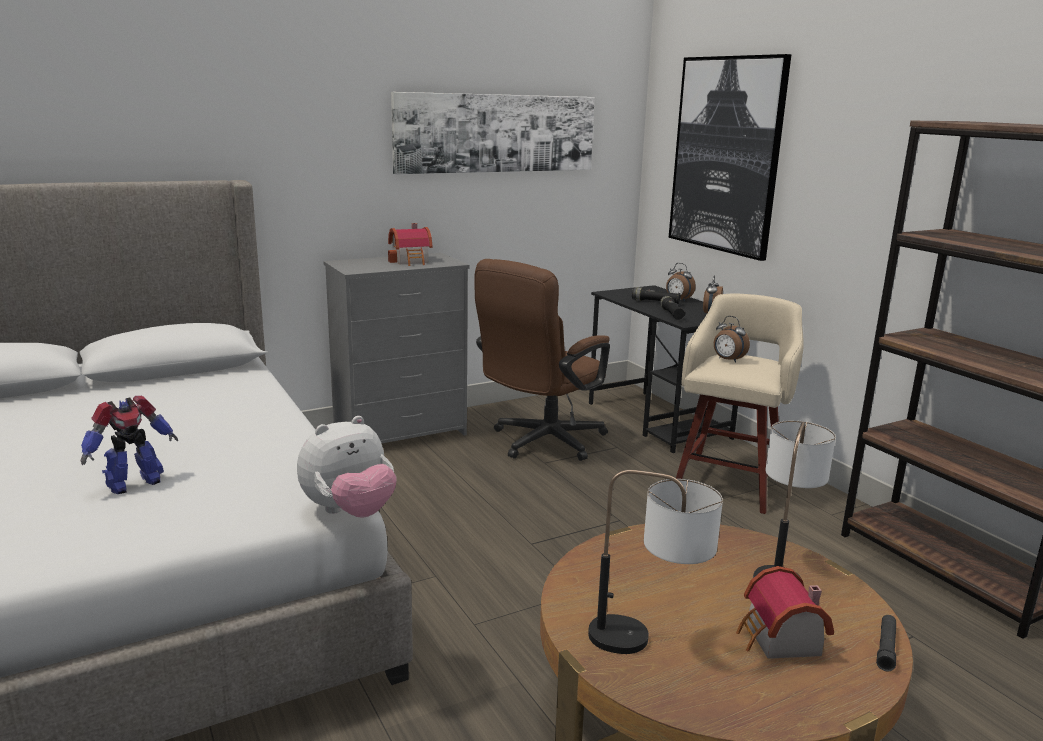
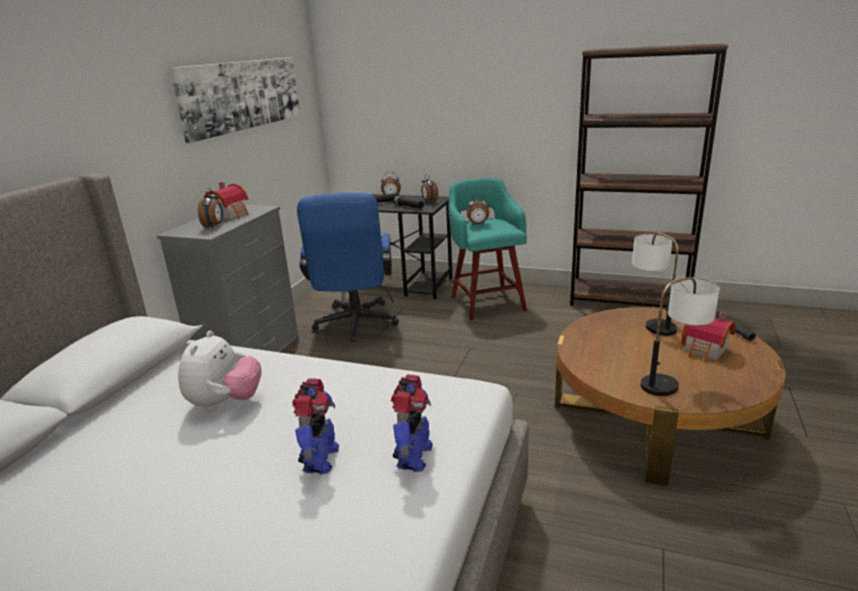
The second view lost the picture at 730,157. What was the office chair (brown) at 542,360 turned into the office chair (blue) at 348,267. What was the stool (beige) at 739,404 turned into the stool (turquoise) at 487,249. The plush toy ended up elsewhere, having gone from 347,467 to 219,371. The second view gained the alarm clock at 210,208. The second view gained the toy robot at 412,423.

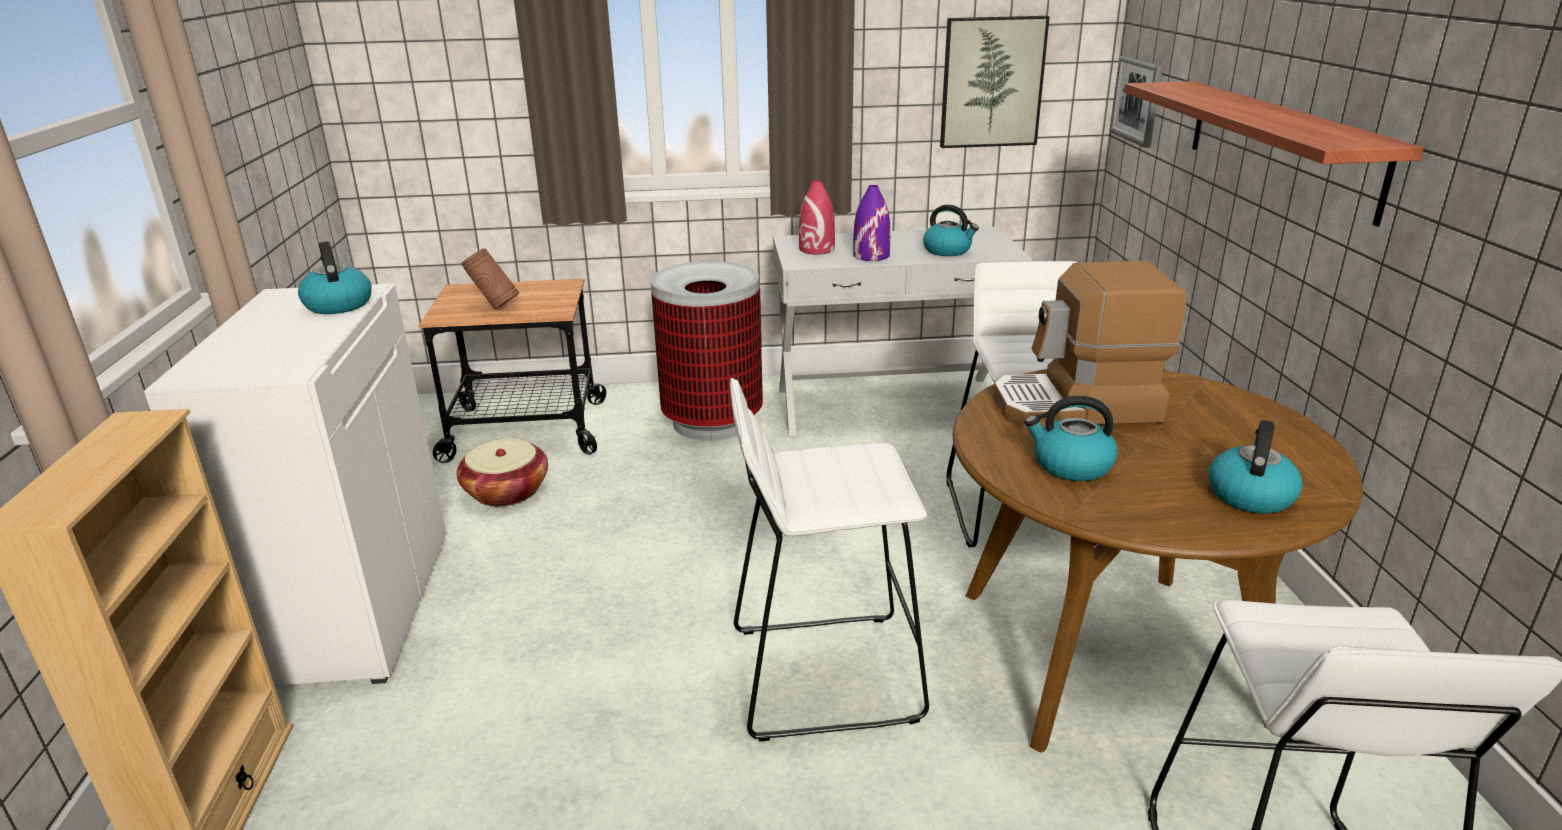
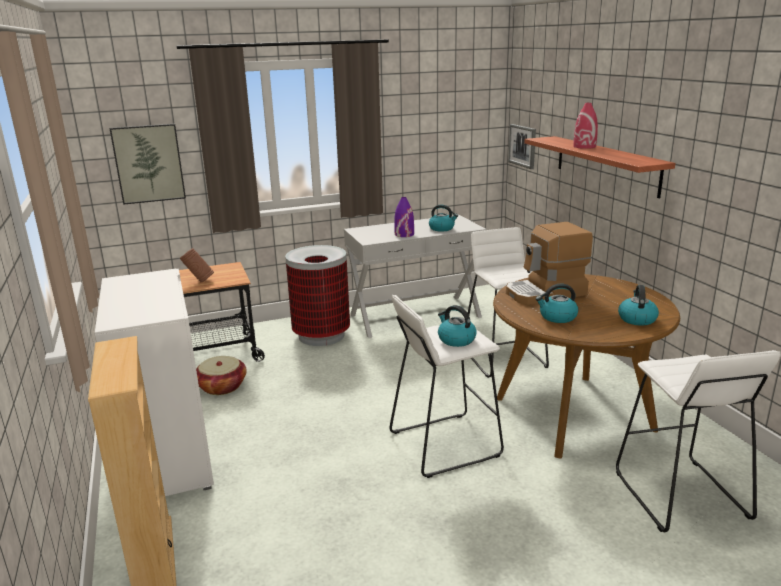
The picture ended up elsewhere, having gone from 995,82 to 147,164. The vase (red) ended up elsewhere, having gone from 817,217 to 585,126. The kettle ended up elsewhere, having gone from 335,277 to 457,326.

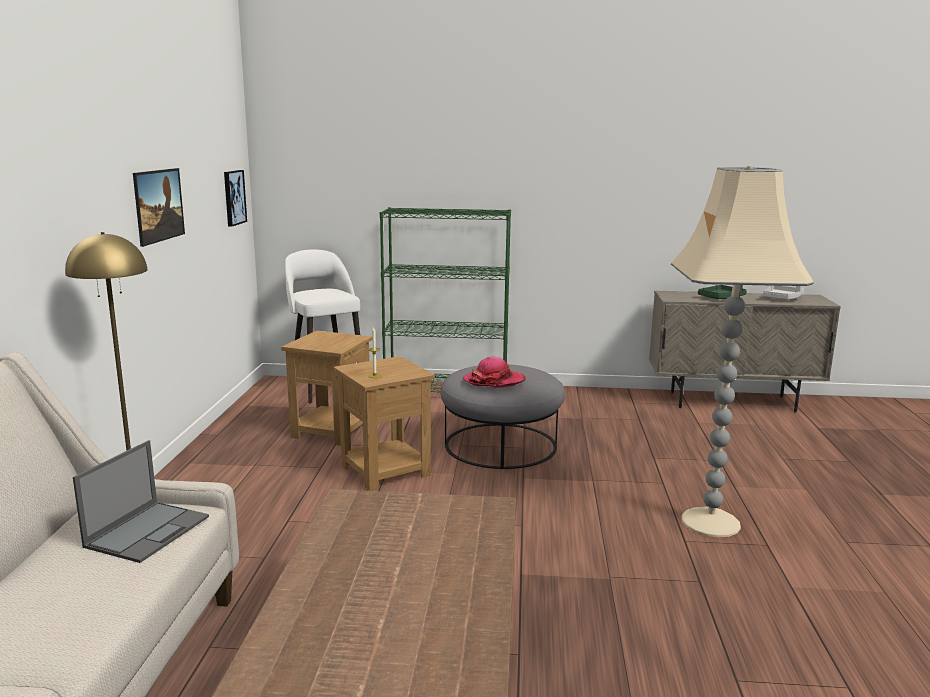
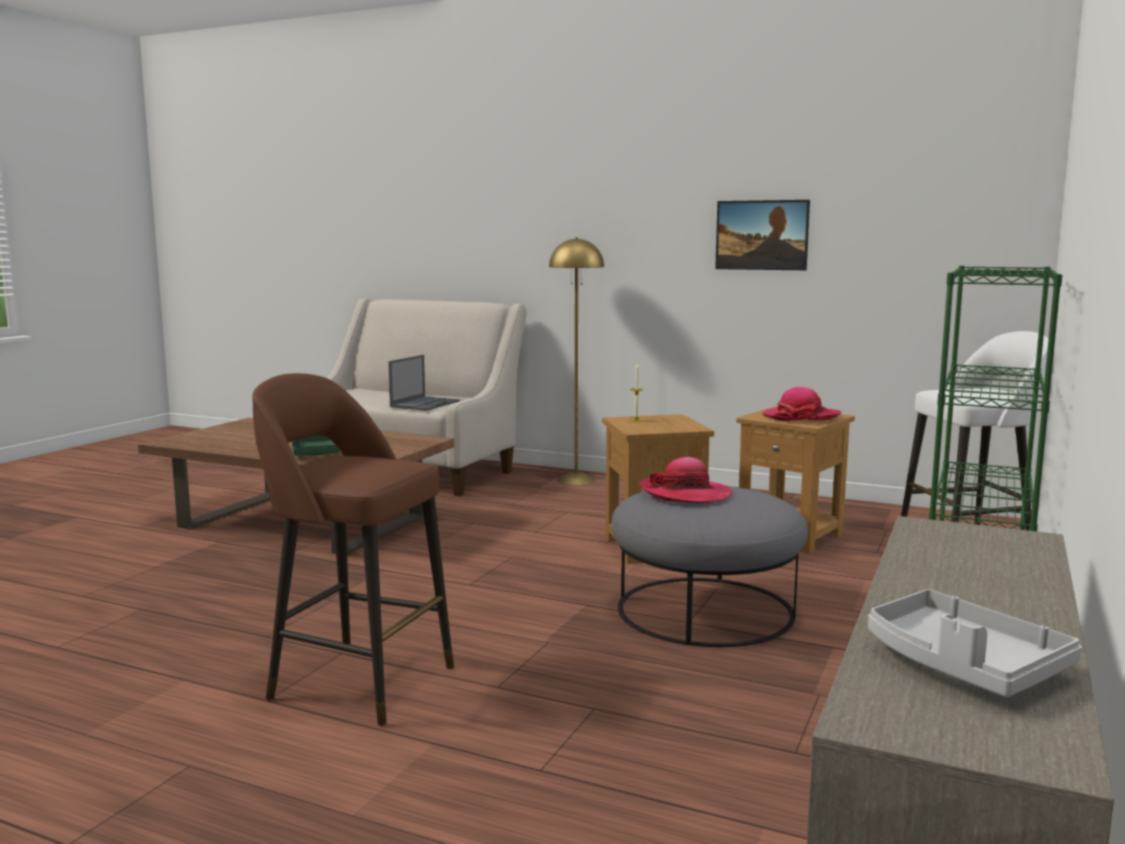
Where the floor lamp (beige) stood at 742,351, the stool (brown) came to stand at 353,549. The second view lost the picture at 235,198. The tray (green) ended up elsewhere, having gone from 722,292 to 316,445. The laptop at 141,501 ended up facing another way, 105 degrees counterclockwise from before. The second view gained the hat at 802,404.

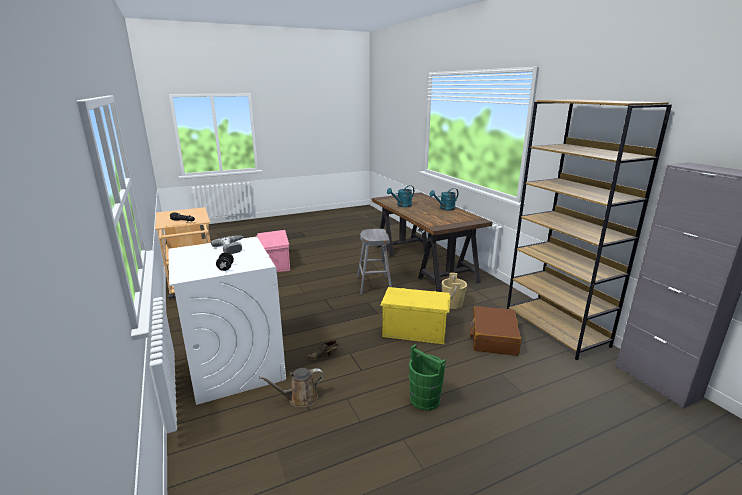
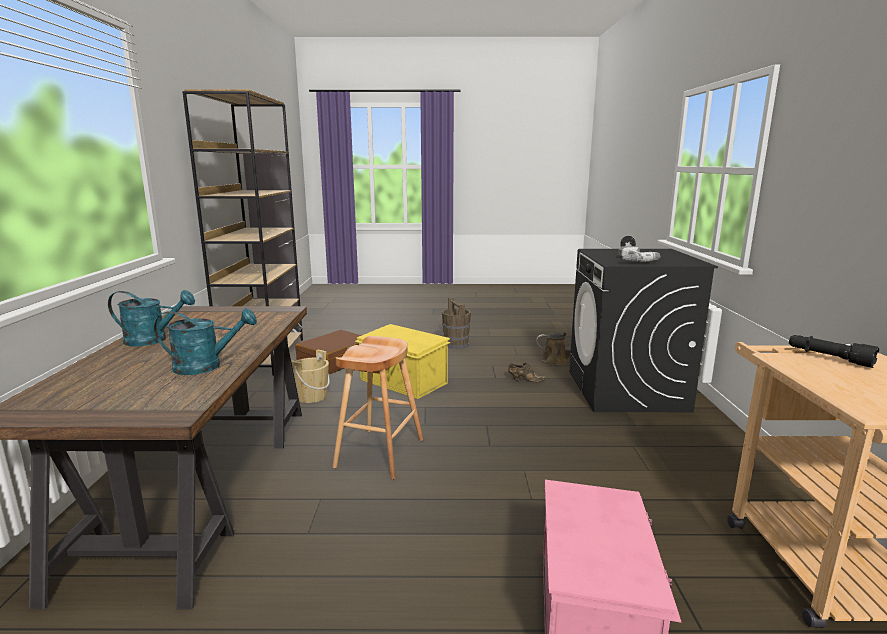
What was the stool (grey) at 374,262 turned into the stool (brown) at 378,408. What was the washing machine (white) at 227,321 turned into the washing machine (black) at 643,330. What was the bucket (green) at 427,377 turned into the bucket (brown) at 456,323.

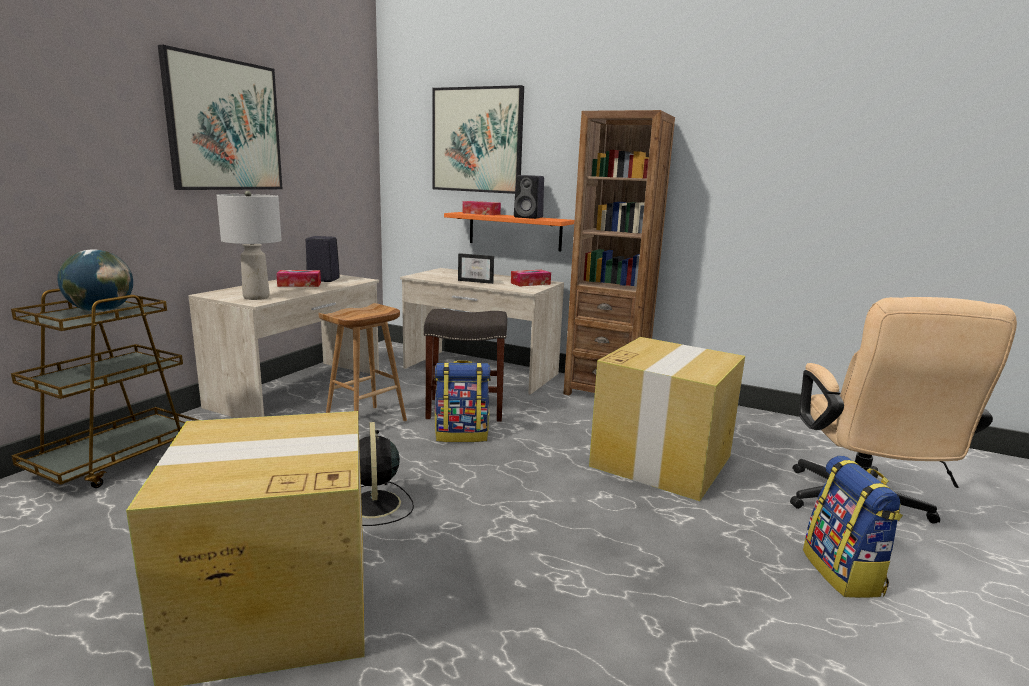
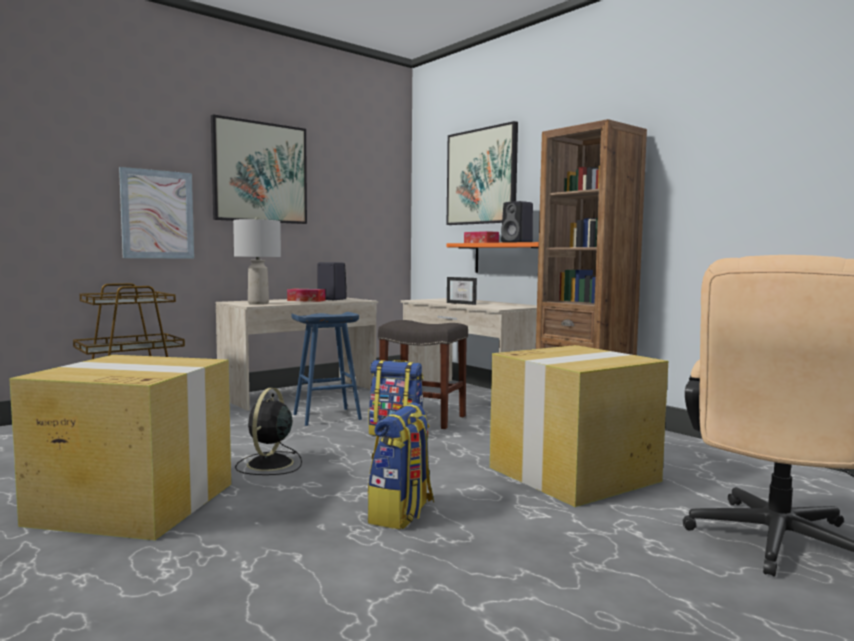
The second view lost the globe at 95,280. The second view lost the tissue box at 531,278. What was the stool (brown) at 363,363 turned into the stool (blue) at 326,369. The backpack ended up elsewhere, having gone from 853,527 to 400,466. The second view gained the picture at 156,213.

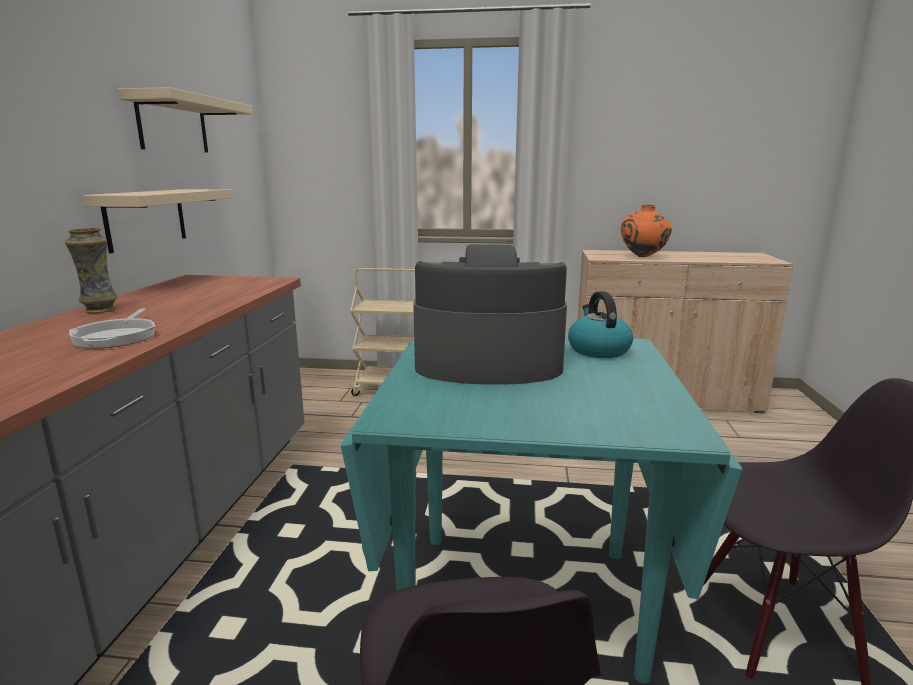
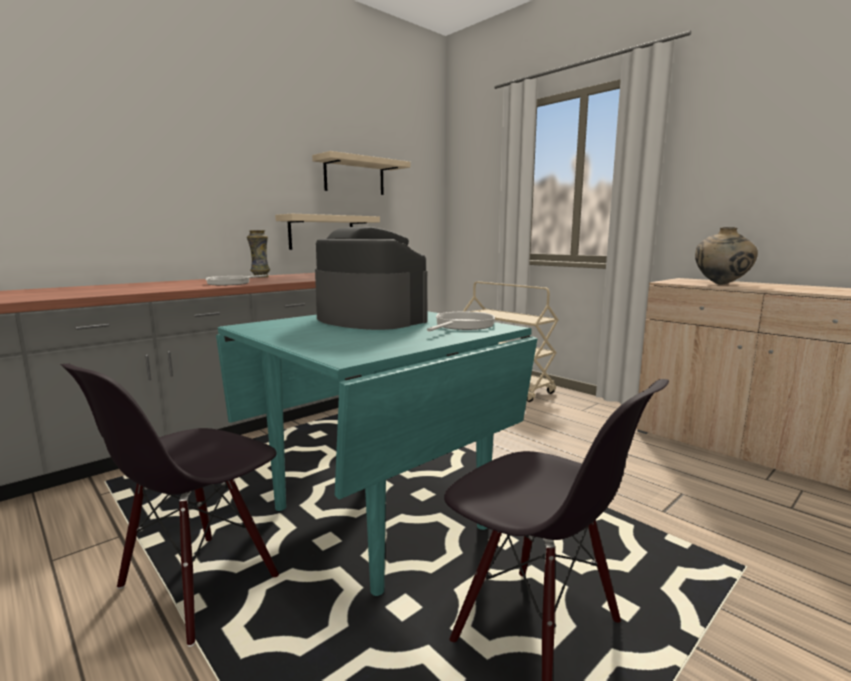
What was the vase (orange) at 646,230 turned into the vase (beige) at 726,256. Where the kettle stood at 600,324, the frying pan came to stand at 461,321.

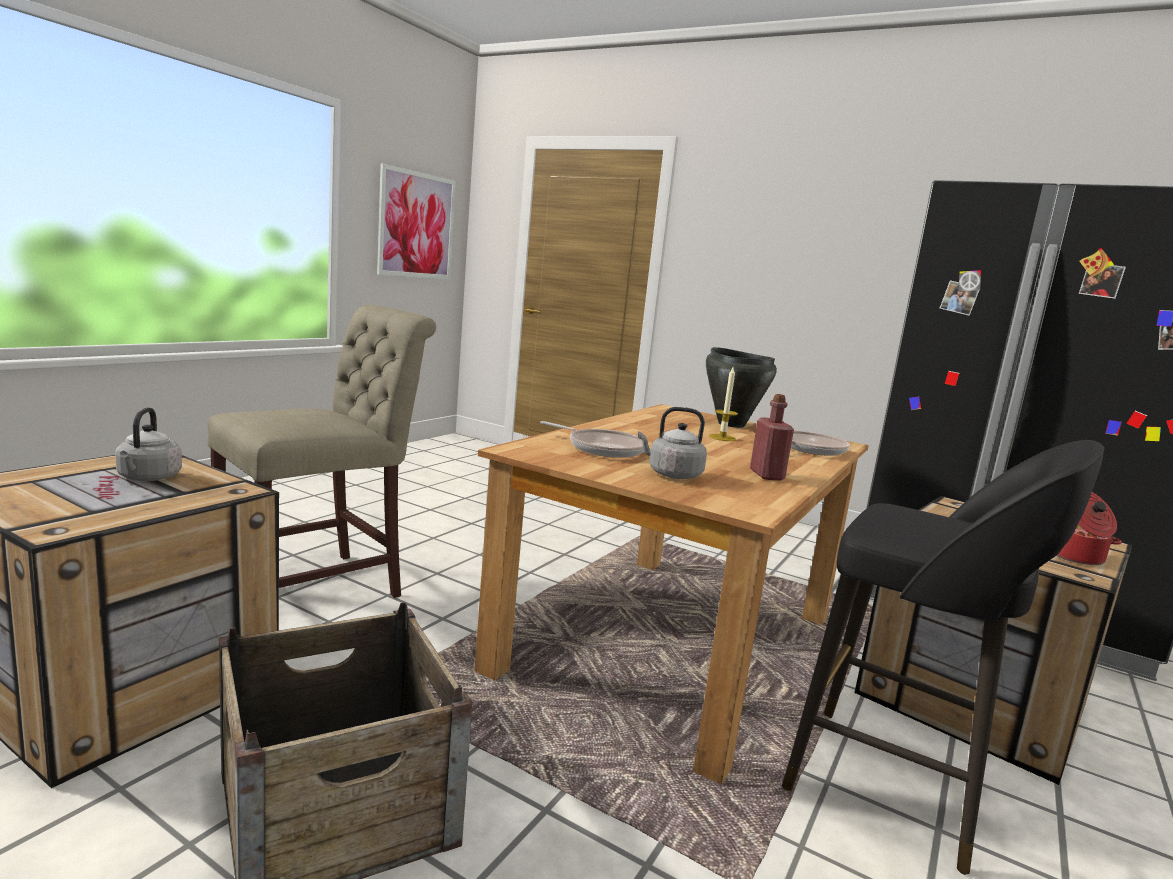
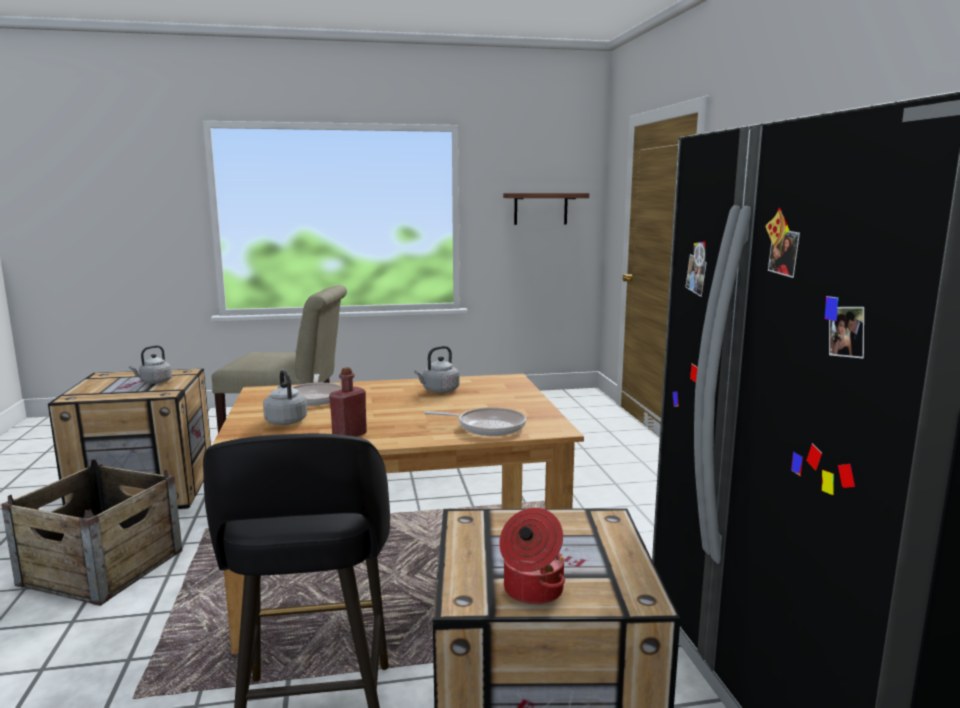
Where the picture hung at 416,221, the shelf came to hang at 546,209. The second view lost the cooking pot (black) at 741,387. The second view lost the candle at 723,404. The second view gained the kettle (grey) at 437,369.

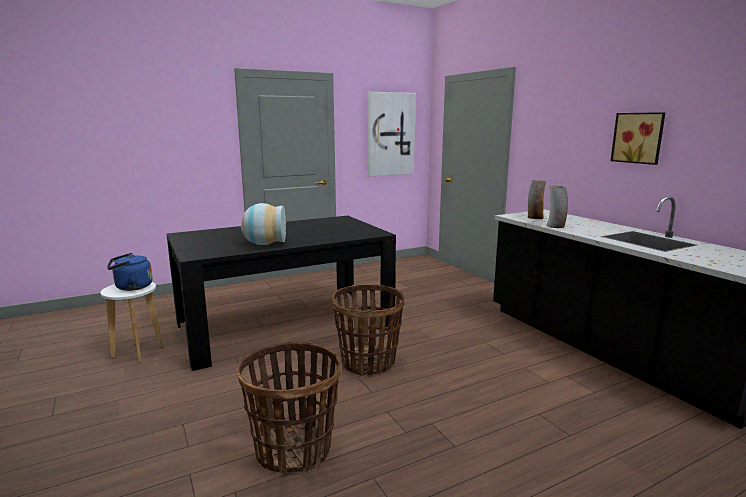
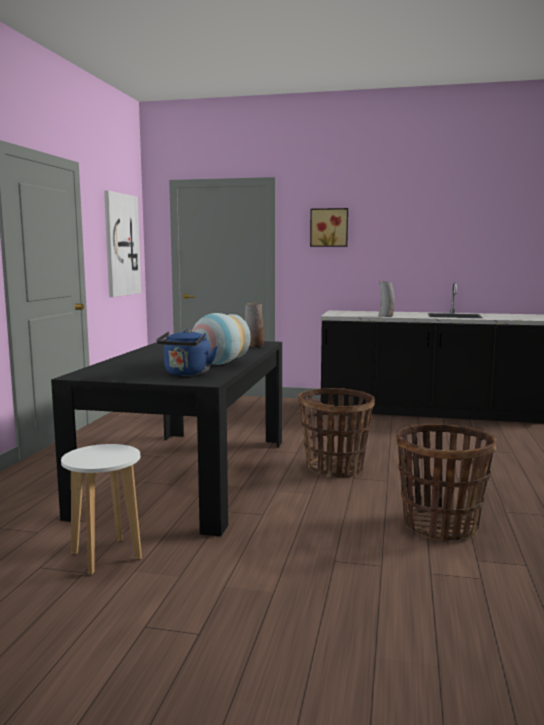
The picture ended up elsewhere, having gone from 638,138 to 329,227. The vase ended up elsewhere, having gone from 537,199 to 254,325. The kettle (blue) ended up elsewhere, having gone from 130,272 to 187,352.

